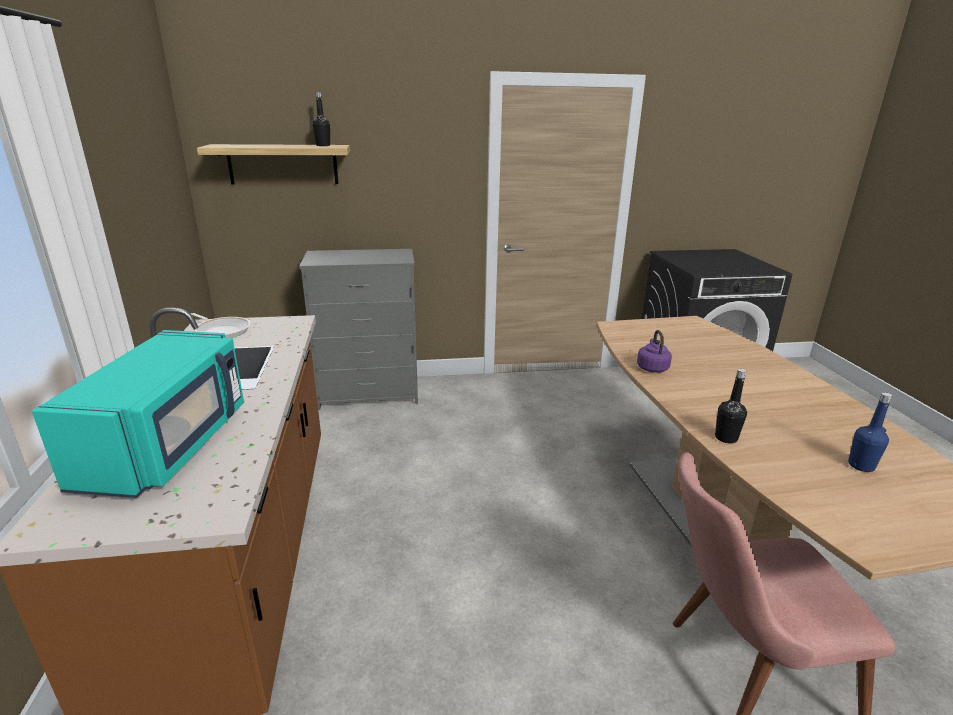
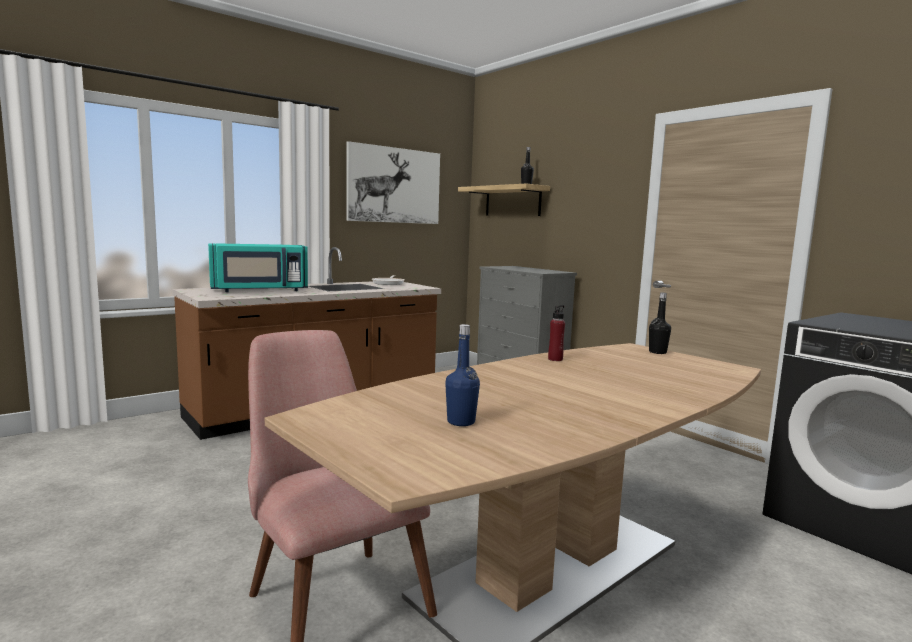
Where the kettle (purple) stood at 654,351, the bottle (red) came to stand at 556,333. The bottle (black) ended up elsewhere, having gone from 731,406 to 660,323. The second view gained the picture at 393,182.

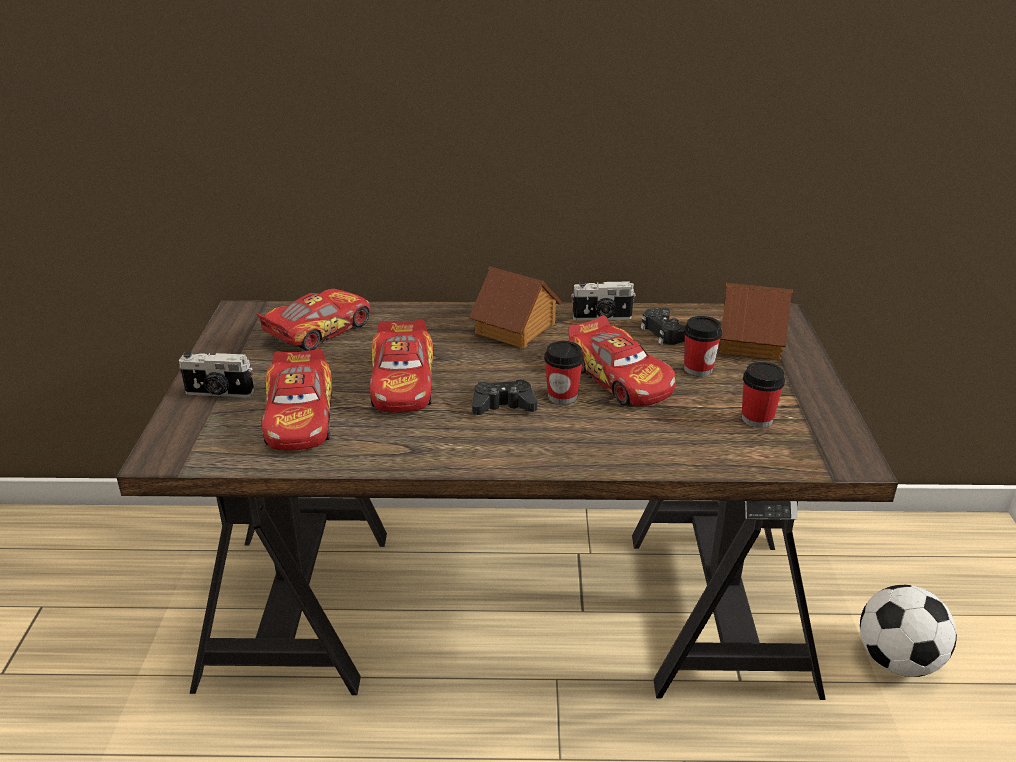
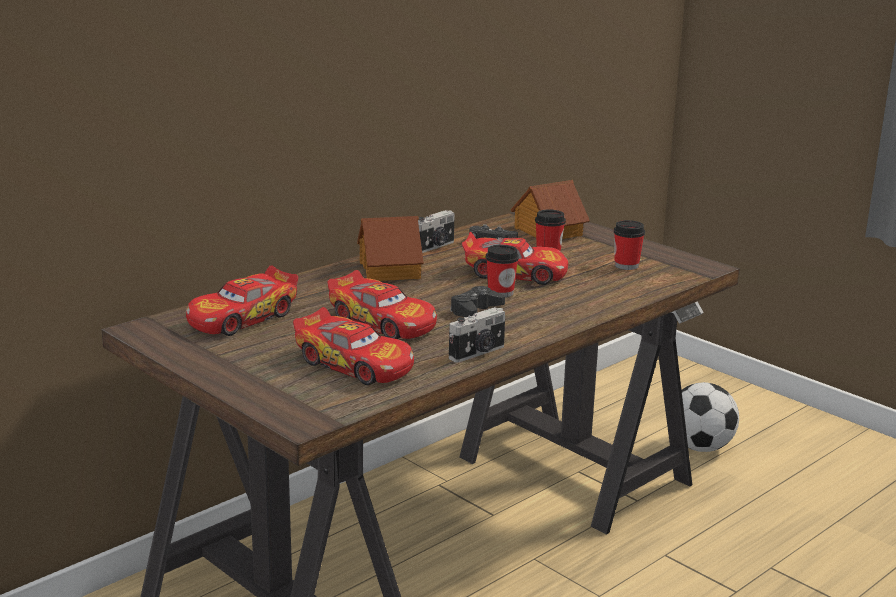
The toy car at 313,320 ended up facing another way, 135 degrees counterclockwise from before. The photo camera ended up elsewhere, having gone from 216,374 to 477,334.

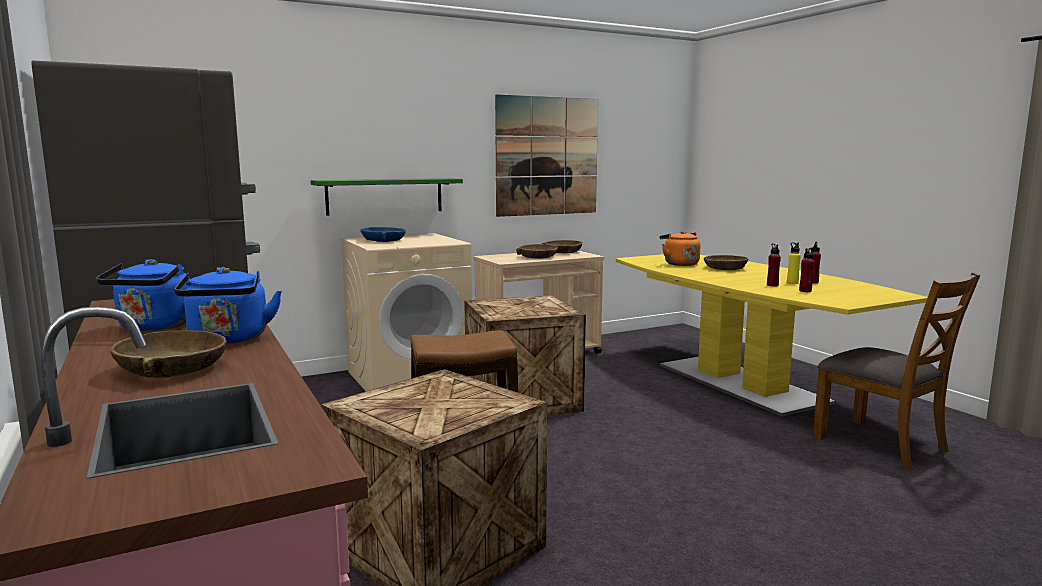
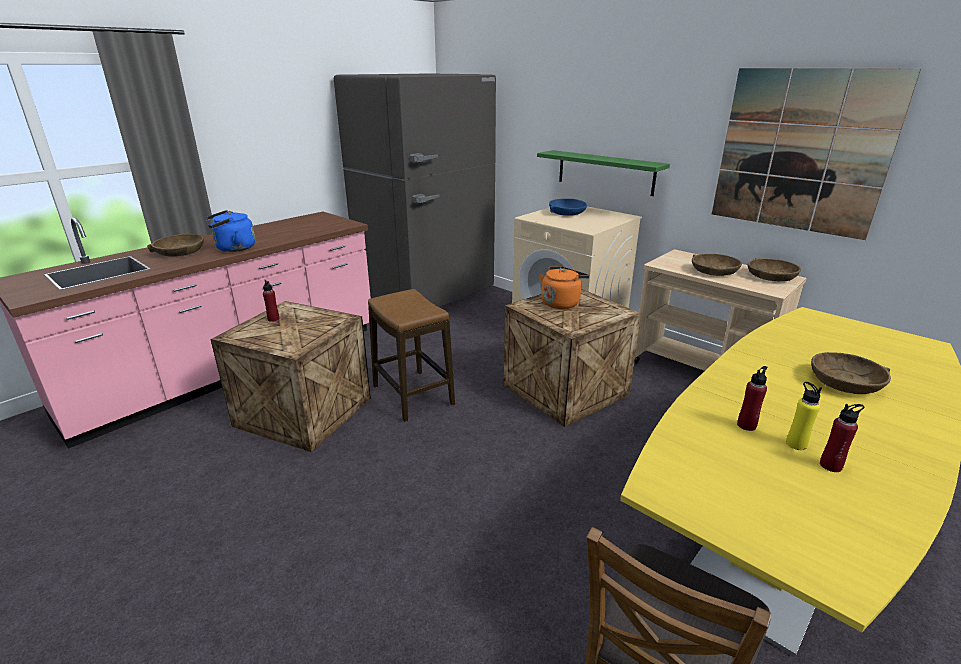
The kettle (orange) ended up elsewhere, having gone from 680,248 to 564,287. The bottle (red) ended up elsewhere, having gone from 806,270 to 271,301. The second view lost the kettle (blue) at 143,295.

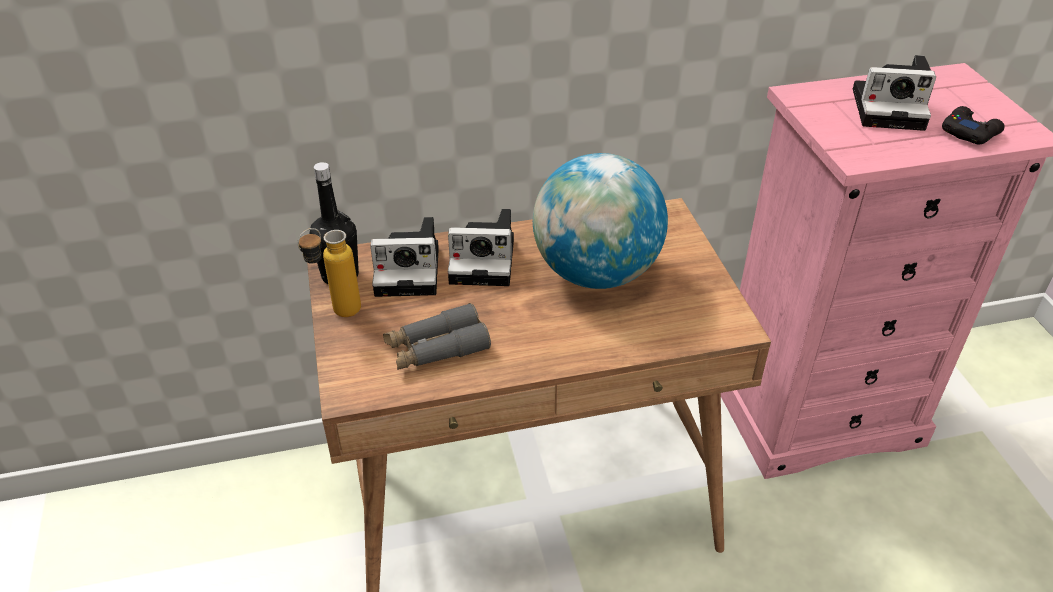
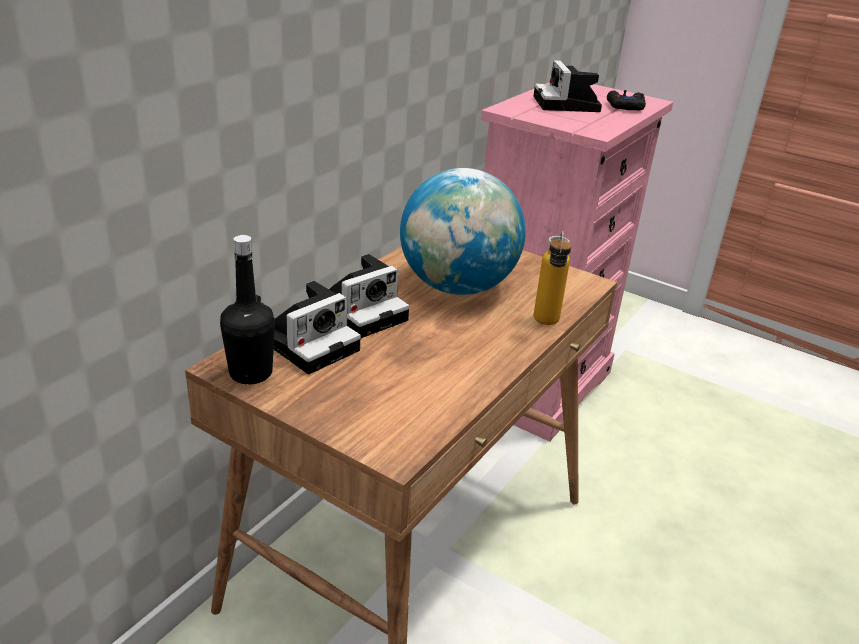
The photo camera at 894,93 ended up facing another way, 120 degrees clockwise from before. The bottle ended up elsewhere, having gone from 329,272 to 552,278. The second view lost the binoculars (grey) at 437,336.

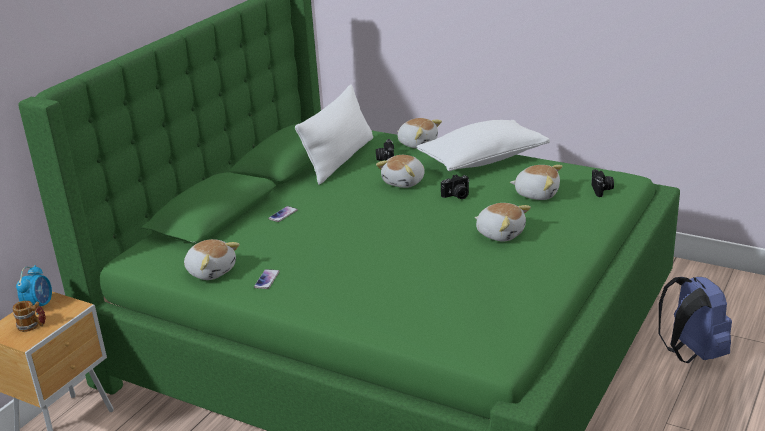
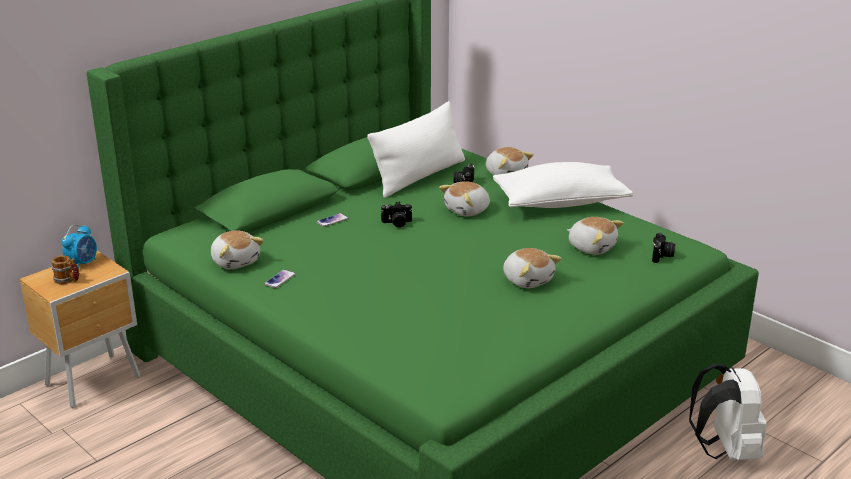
The photo camera ended up elsewhere, having gone from 455,186 to 397,215. What was the backpack (blue) at 695,320 turned into the backpack (white) at 728,412.

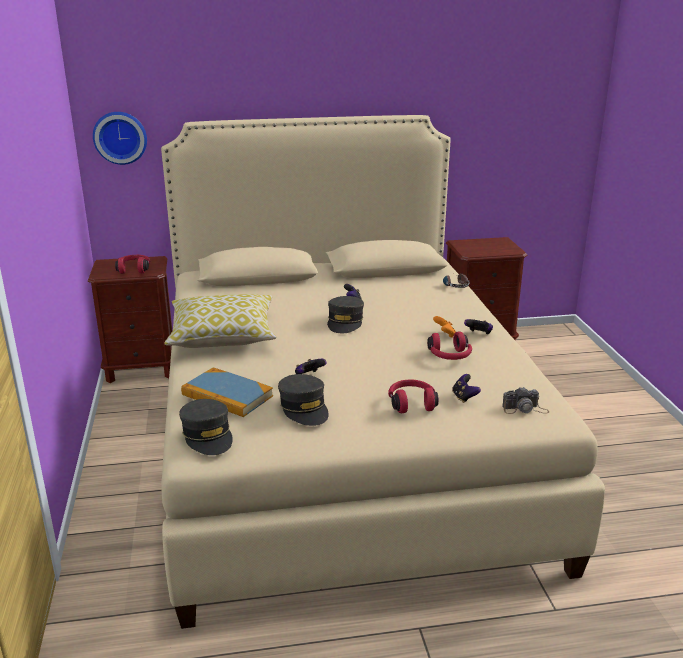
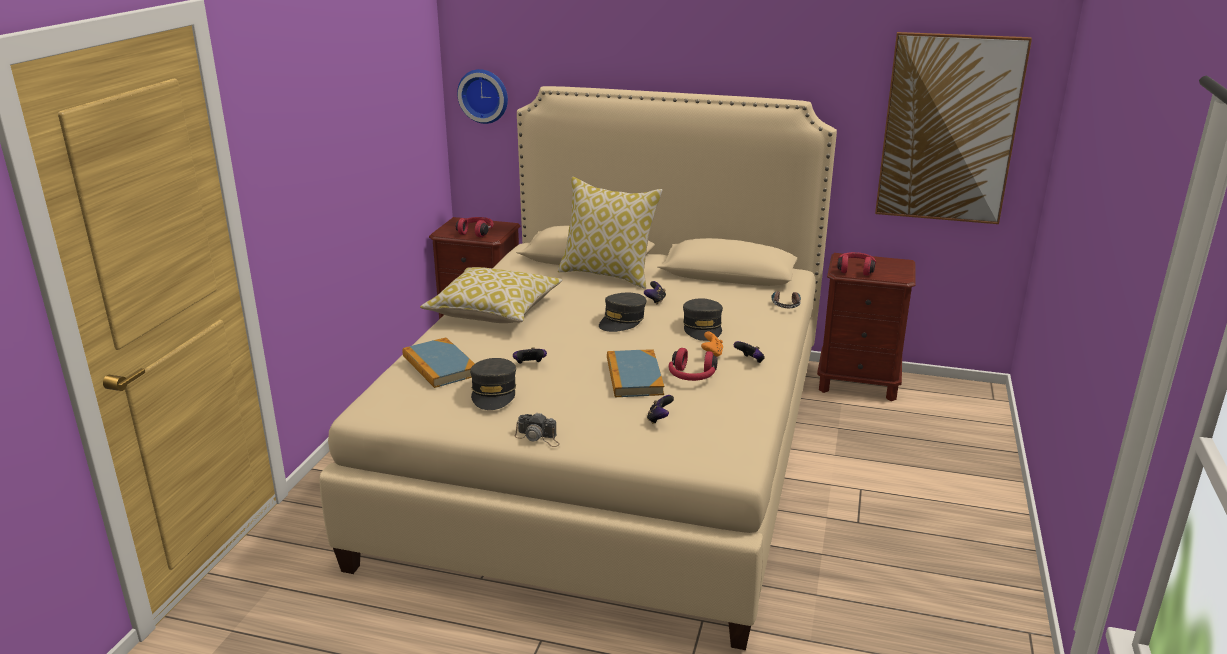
The headphones (red) ended up elsewhere, having gone from 413,396 to 856,264. The photo camera ended up elsewhere, having gone from 525,400 to 537,429. The cap (grey) ended up elsewhere, having gone from 206,427 to 703,319. The second view gained the picture at 953,128. The second view gained the pillow at 610,233. The second view gained the book at 635,373.

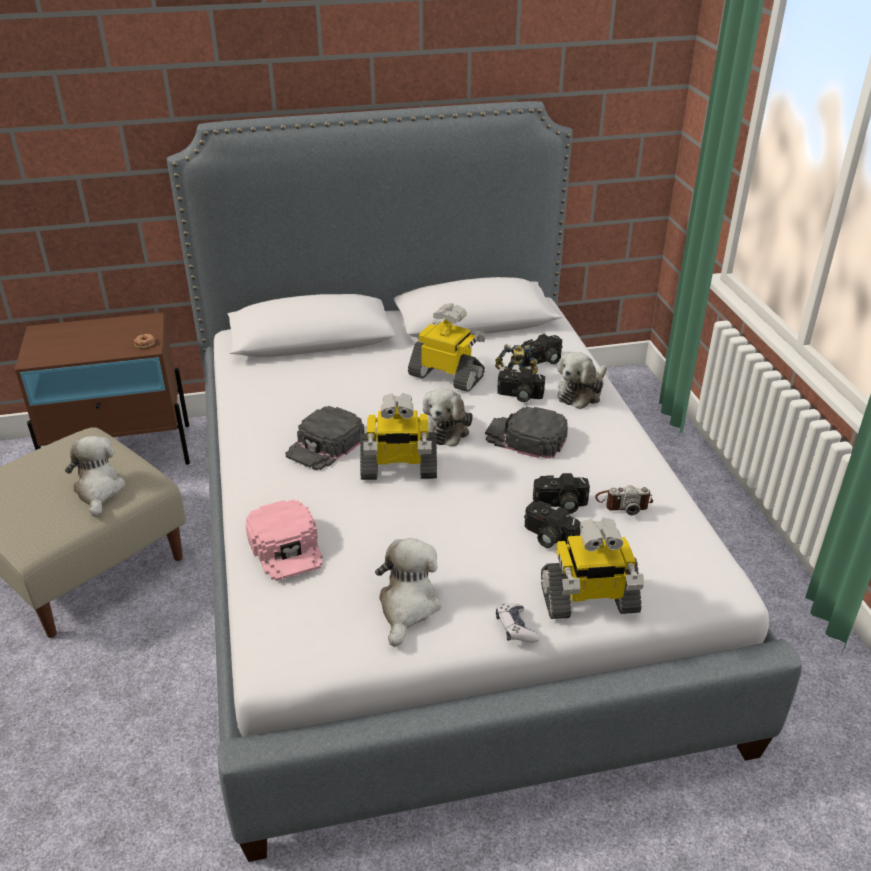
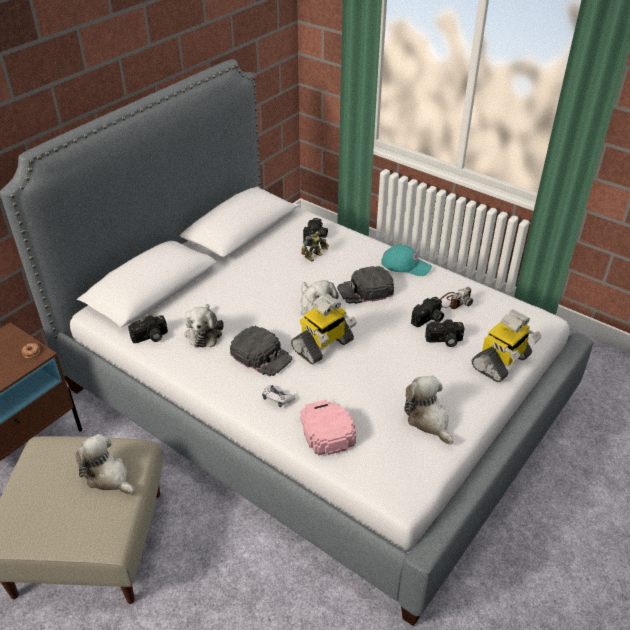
The second view lost the toy robot at 447,347. The plush toy ended up elsewhere, having gone from 582,380 to 204,326. The photo camera ended up elsewhere, having gone from 521,385 to 148,329. The cap (black) at 325,438 ended up facing another way, 45 degrees counterclockwise from before. The cap (pink) at 284,540 ended up facing another way, 135 degrees counterclockwise from before. The game controller ended up elsewhere, having gone from 518,623 to 278,396. The second view gained the cap (turquoise) at 406,260.

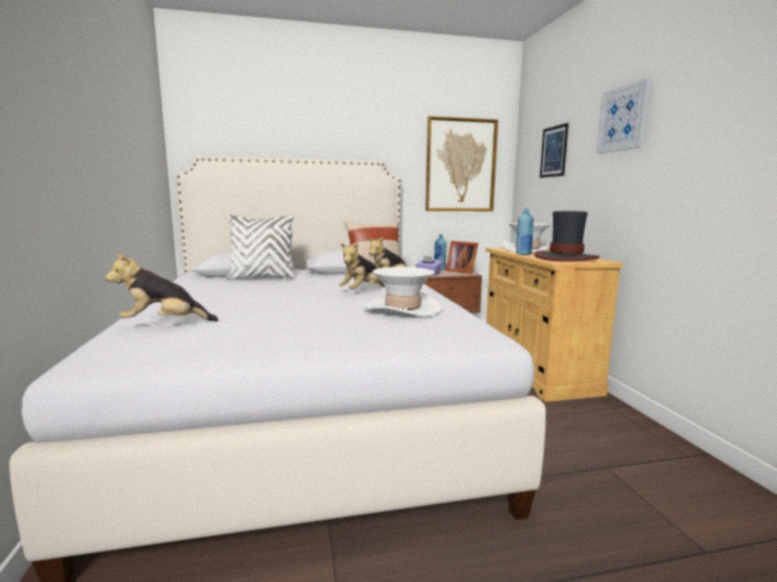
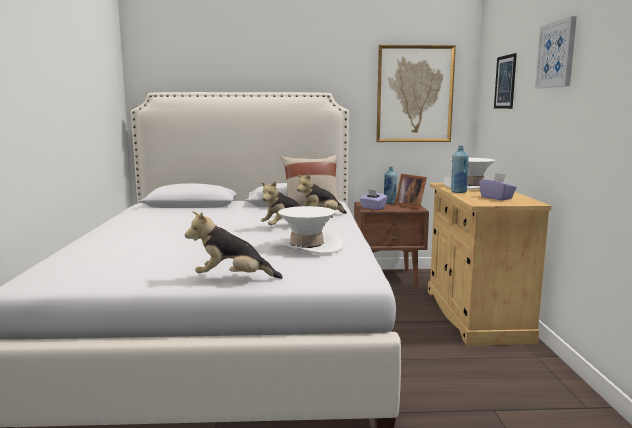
Where the hat stood at 566,236, the tissue box (purple) came to stand at 498,186. The second view lost the pillow (white) at 260,247. The plush toy ended up elsewhere, having gone from 162,287 to 234,245.

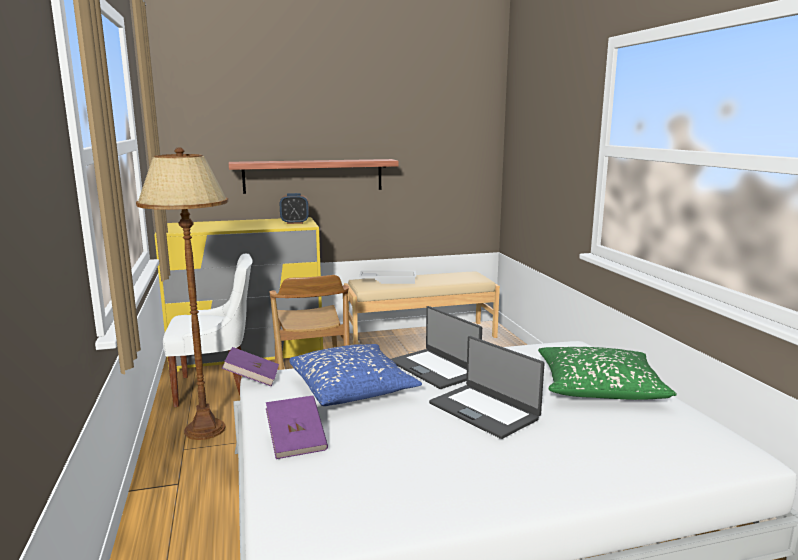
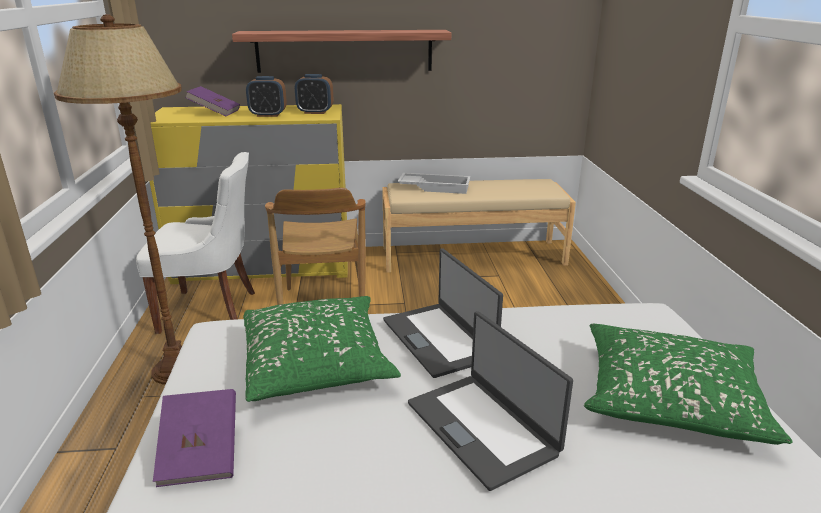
What was the pillow (blue) at 355,375 turned into the pillow (green) at 322,349. The book (purple) ended up elsewhere, having gone from 250,366 to 212,101. The second view gained the alarm clock at 266,96.

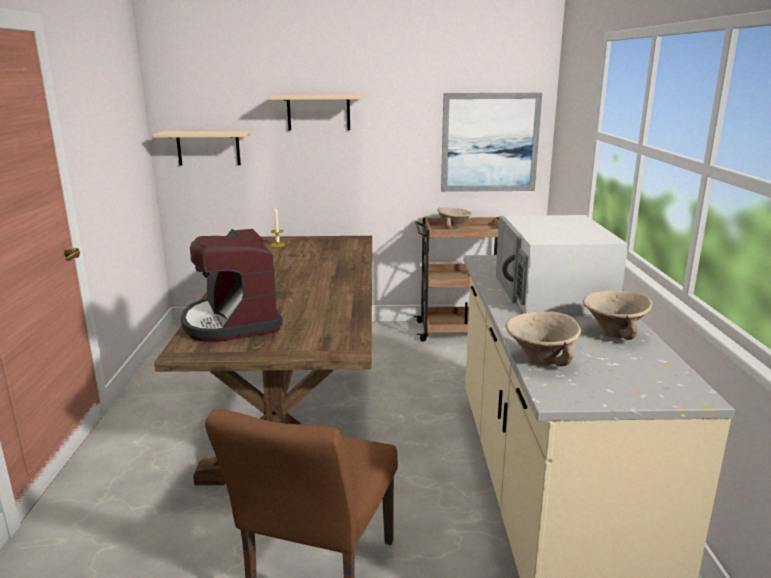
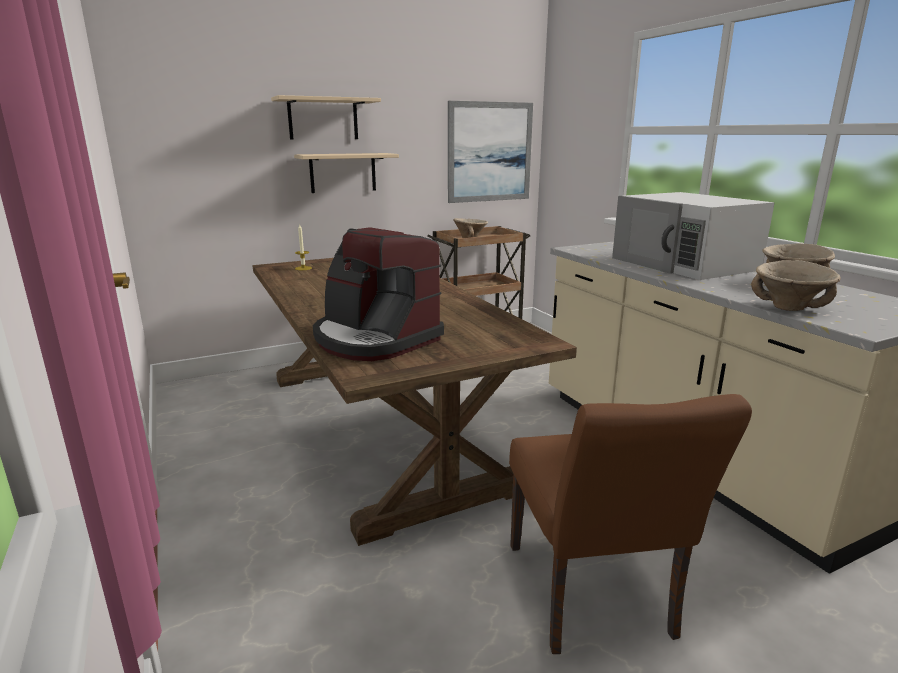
The shelf (beige) ended up elsewhere, having gone from 202,148 to 346,173.

